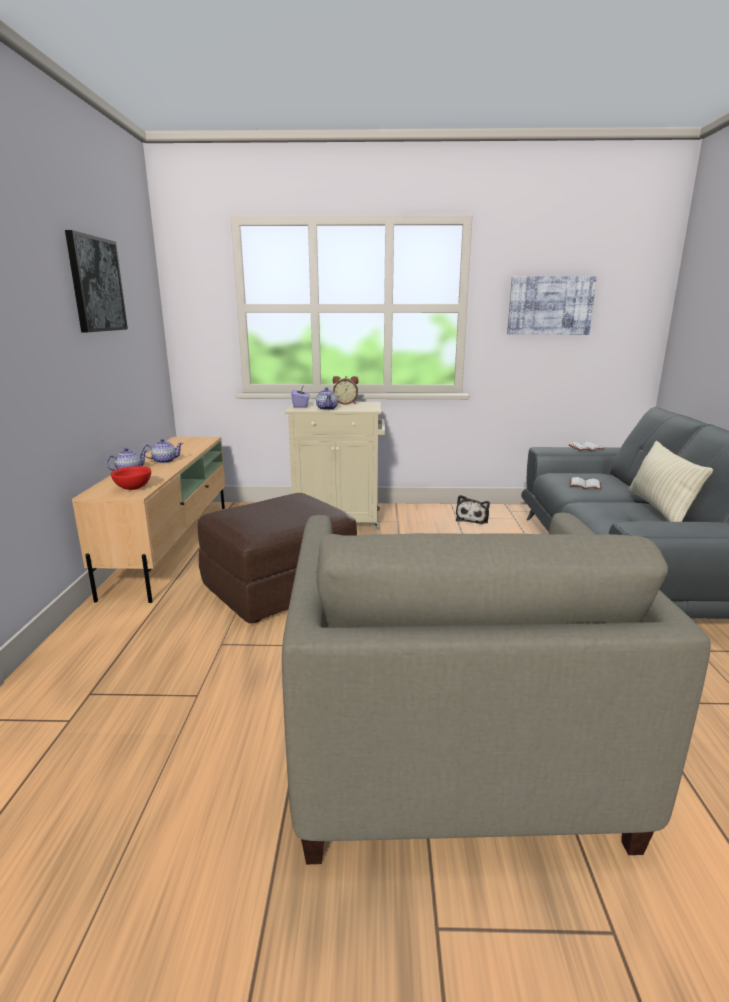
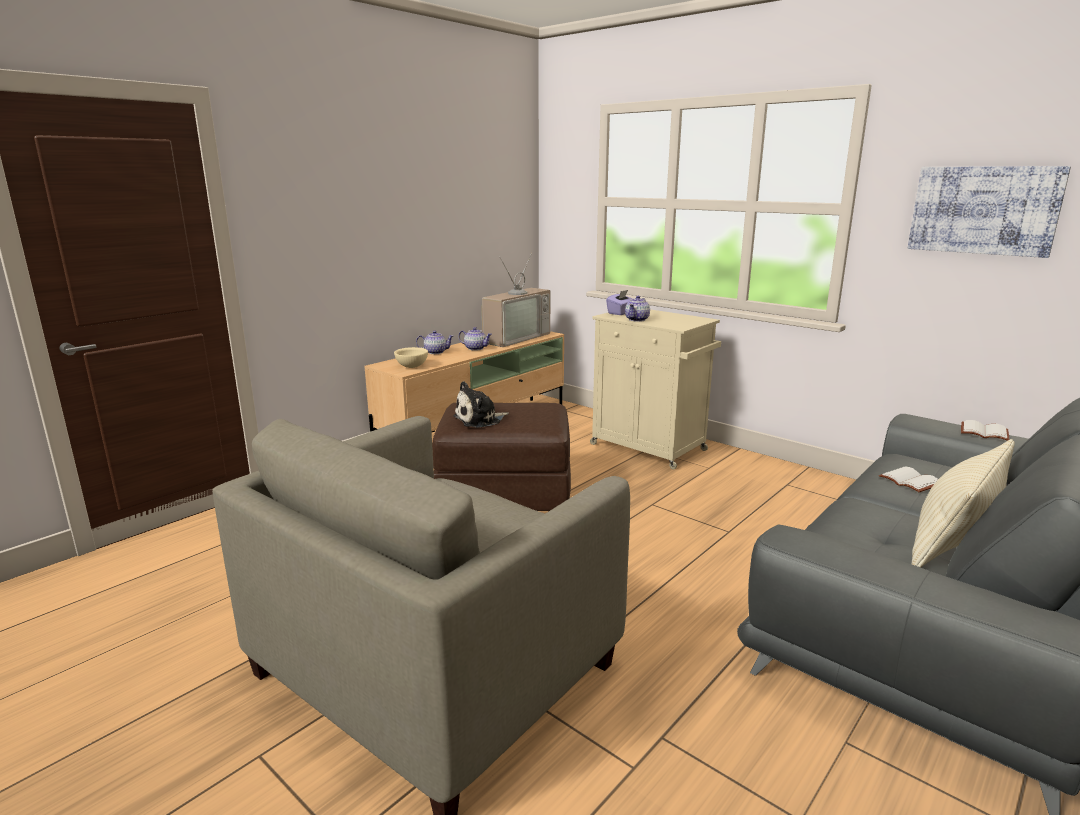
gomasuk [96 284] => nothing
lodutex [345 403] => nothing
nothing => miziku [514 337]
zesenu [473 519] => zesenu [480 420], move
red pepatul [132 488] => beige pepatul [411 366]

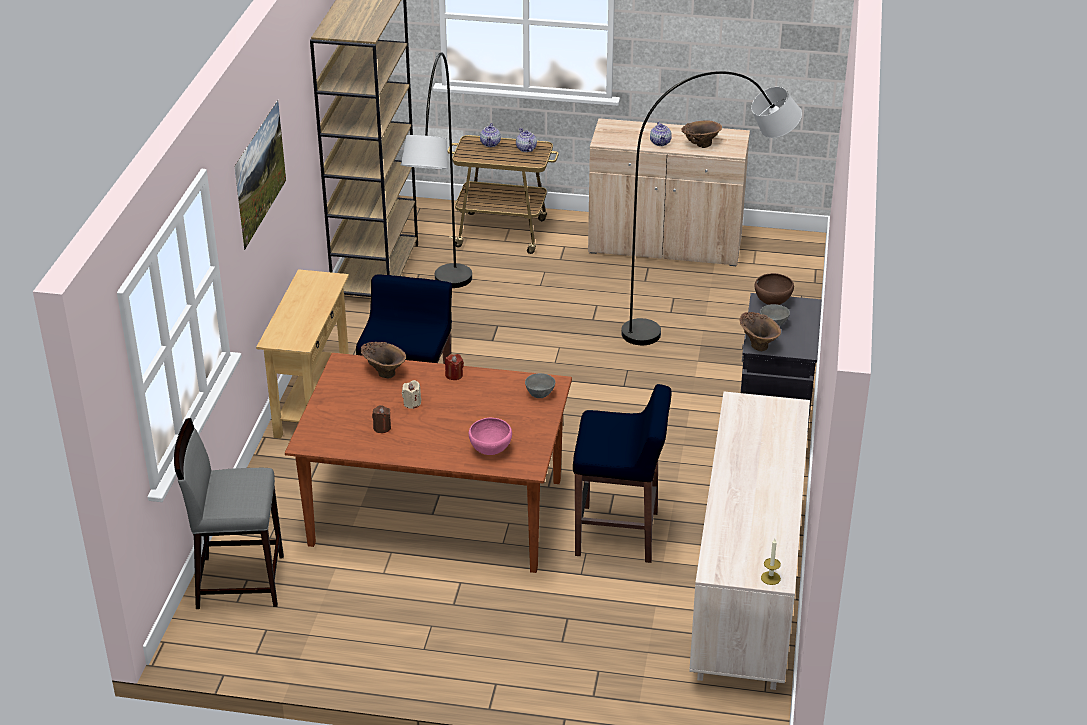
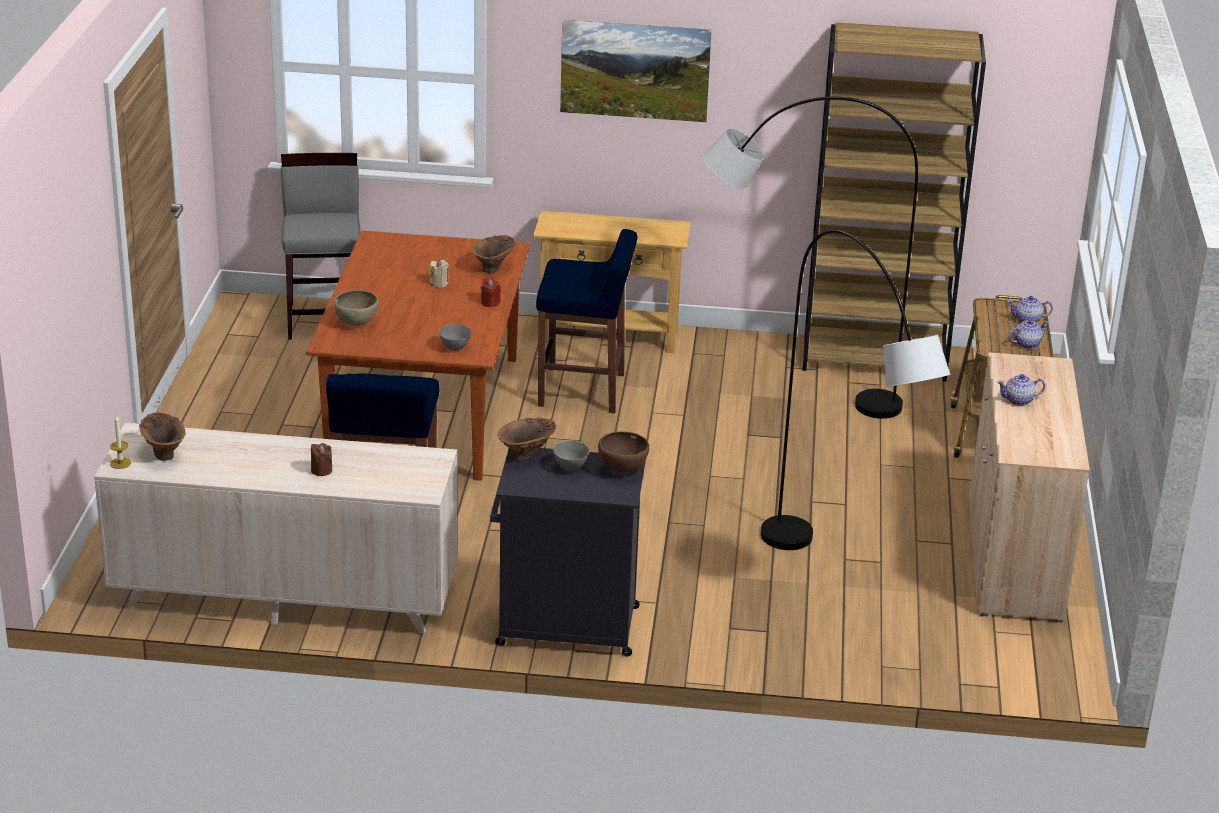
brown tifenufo [382 428] => brown tifenufo [321 470], move
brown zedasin [700 145] => brown zedasin [164 453], move
pink pepatul [490 450] => brown pepatul [357 324]

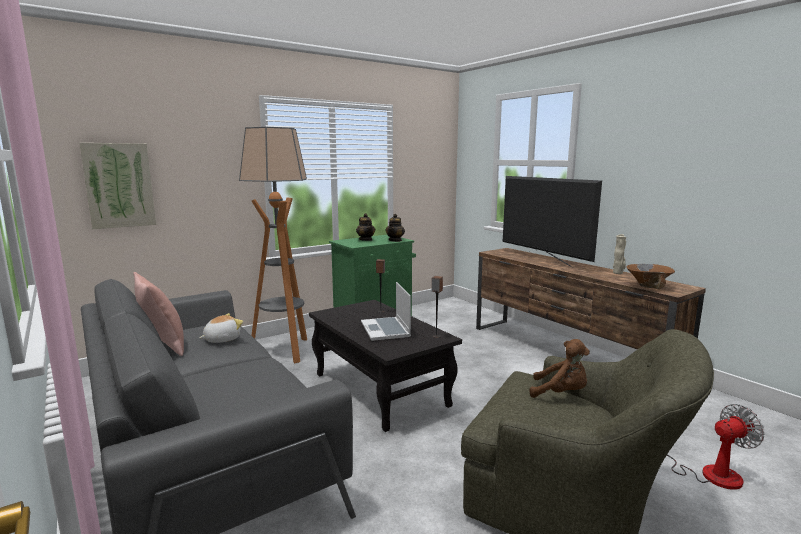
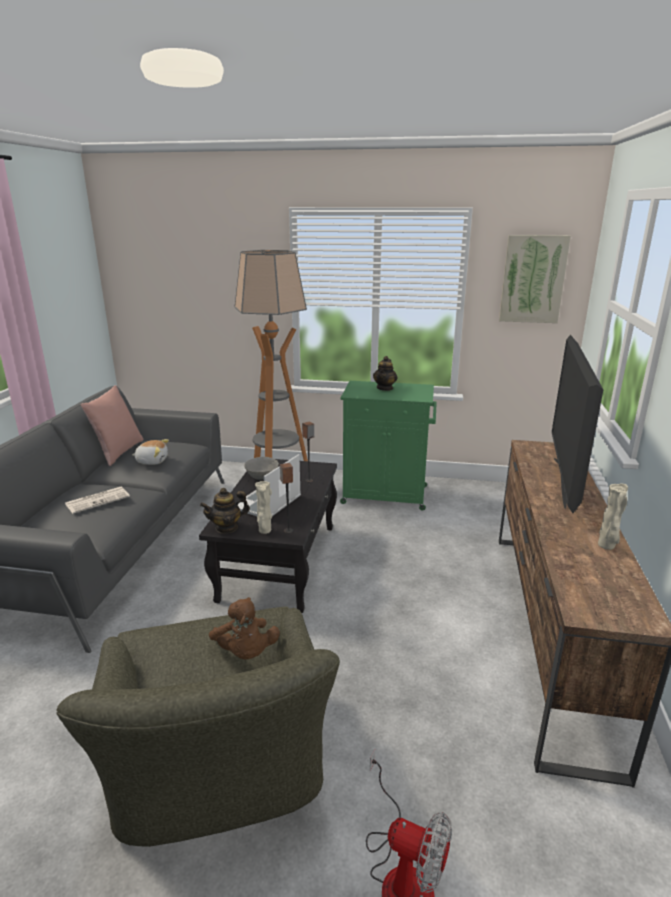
brown pepatul [648 286] => nothing
nothing => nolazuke [98 500]
nothing => grey pepatul [261 477]
nothing => beige zedasin [264 531]
gomasuk [119 185] => gomasuk [533 279], move
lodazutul [395 240] => lodazutul [226 527], move

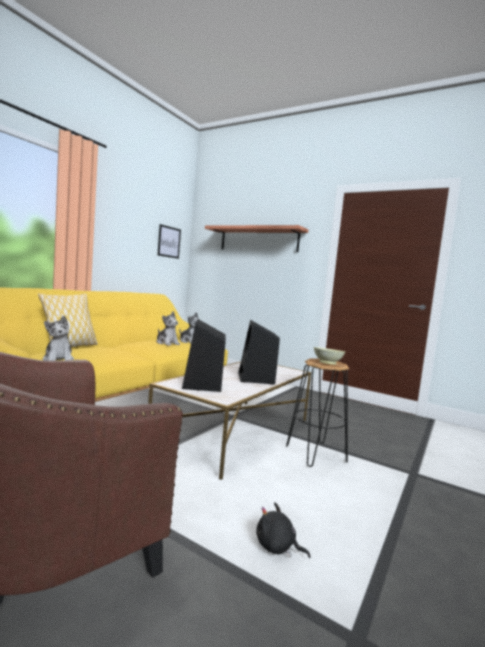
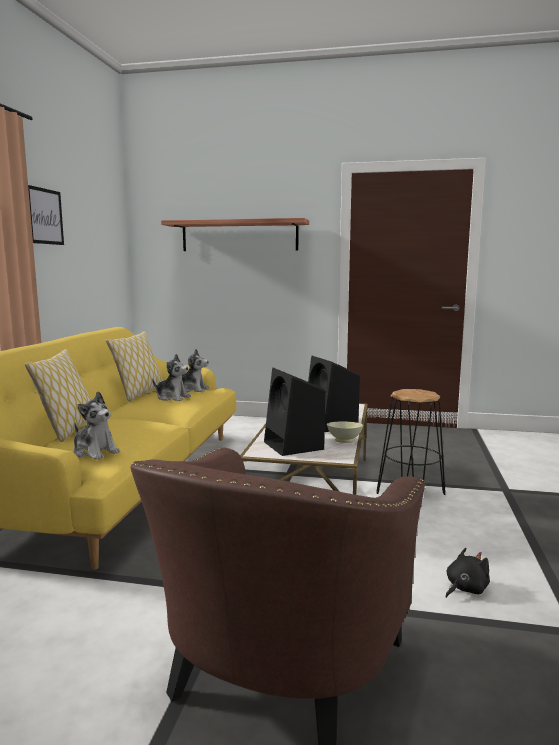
nothing => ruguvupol [139 394]
gomasuk [169 242] => gomasuk [44 216], move
beige pepatul [328 363] => beige pepatul [345 441], move
black zesenu [277 547] => black zesenu [465 589], 135 degrees clockwise

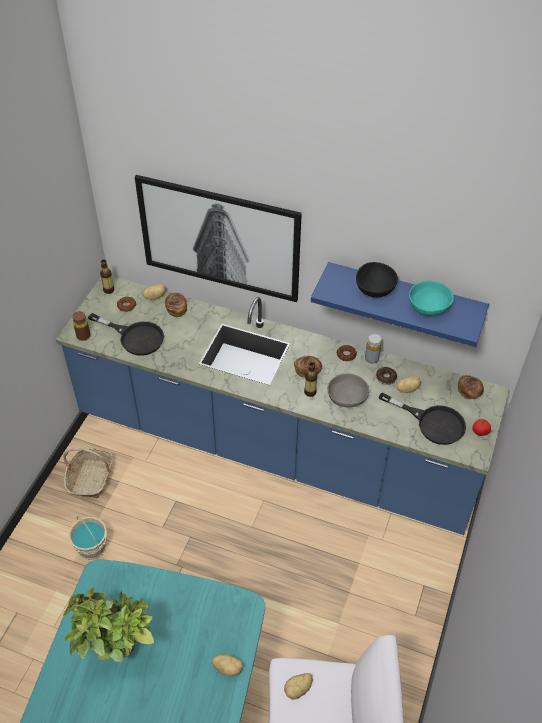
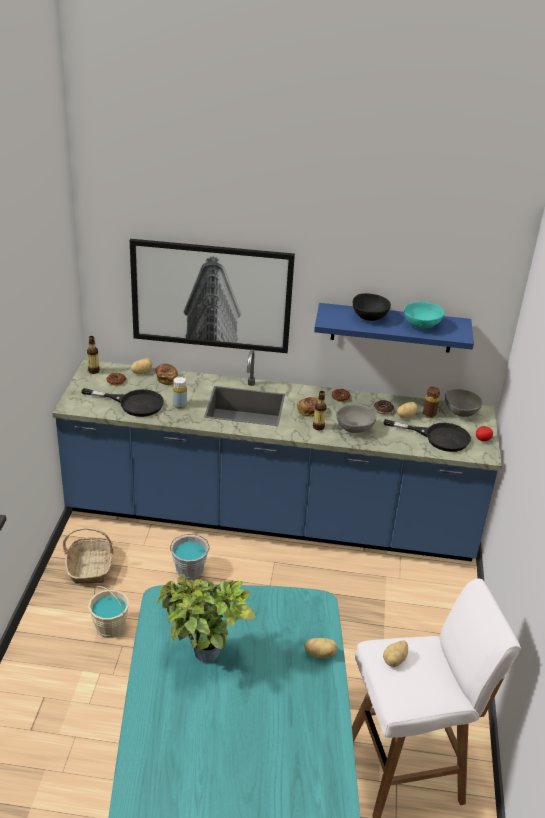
nothing => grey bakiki [189 570]
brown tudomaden [83 336] => brown tudomaden [429 414], move
yellow tudomaden [371 358] => yellow tudomaden [179 405], move
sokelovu [469 392] => grey pepatul [461 412]

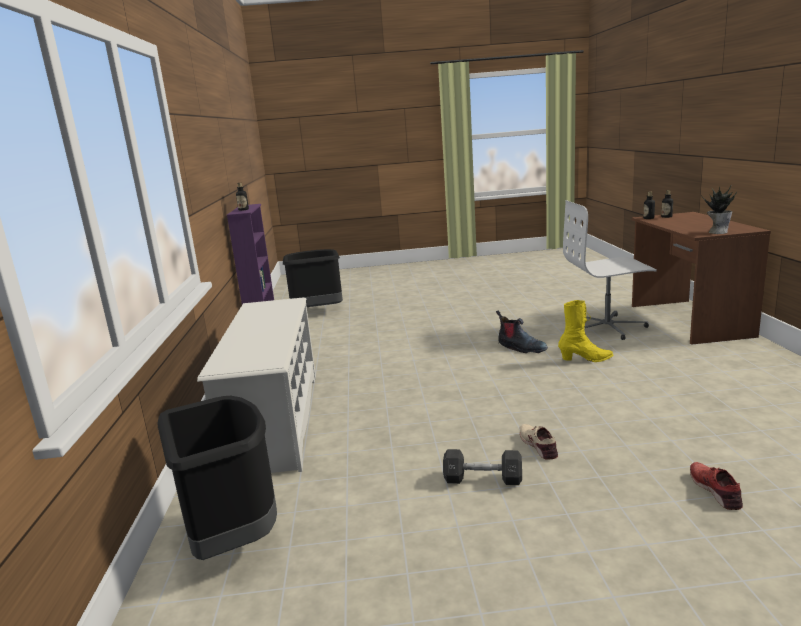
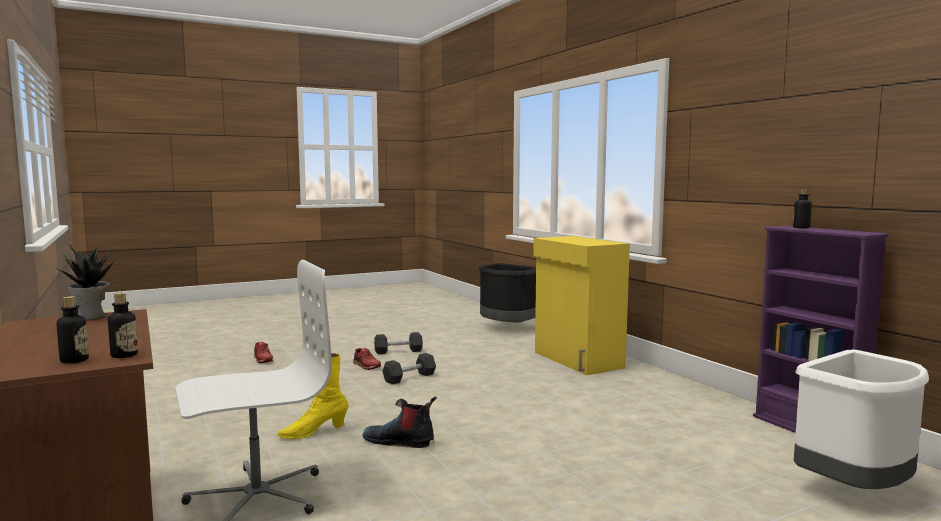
nothing => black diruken [409 378]
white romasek [275 420] => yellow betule [577 360]
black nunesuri [317 312] => white nunesuri [854 489]
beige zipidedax [539 445] => red zipidedax [366 365]

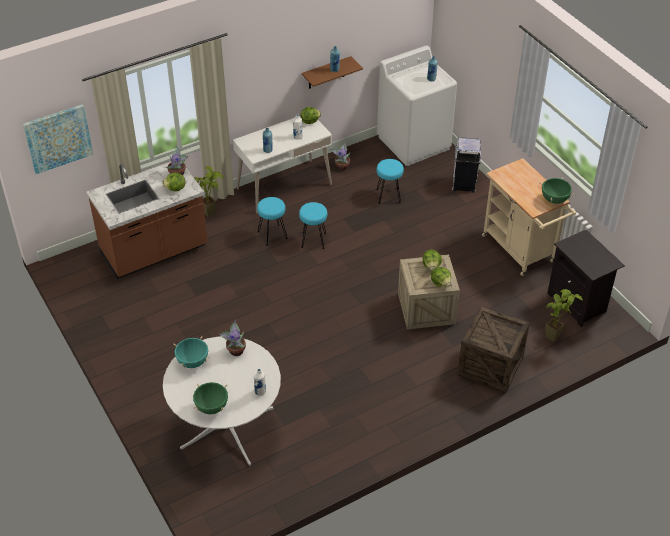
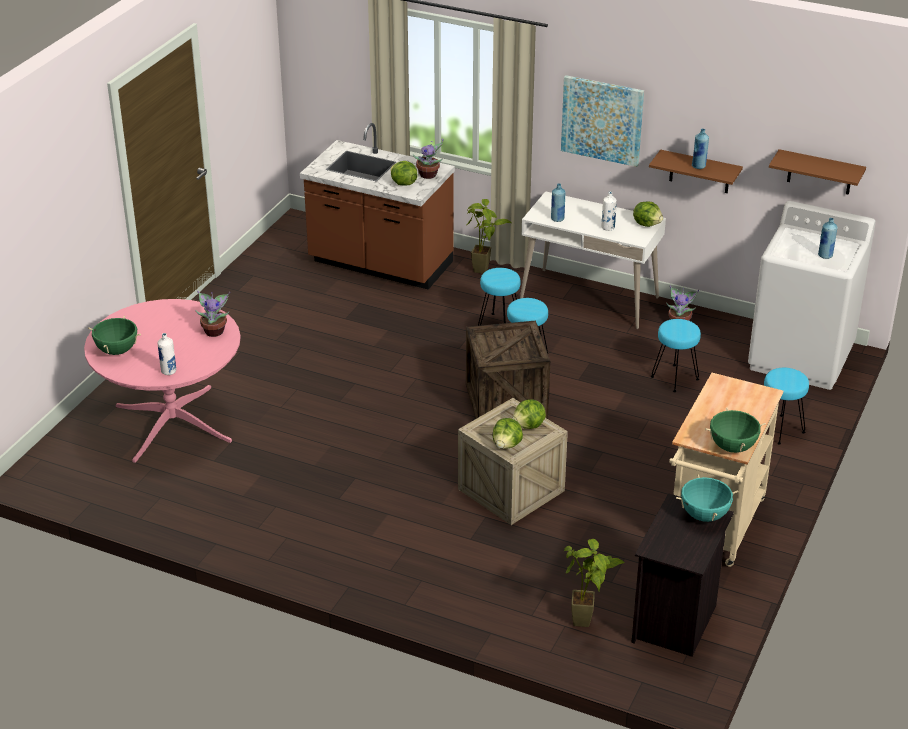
nothing => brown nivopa [820 172]
gomasuk [58 138] => gomasuk [602 120], move
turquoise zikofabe [193 362] => turquoise zikofabe [704 515], move
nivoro [490 365] => nivoro [506 401], move
white nunesuri [464 184] => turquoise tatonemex [779 429]
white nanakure [227 428] => pink nanakure [173 423]

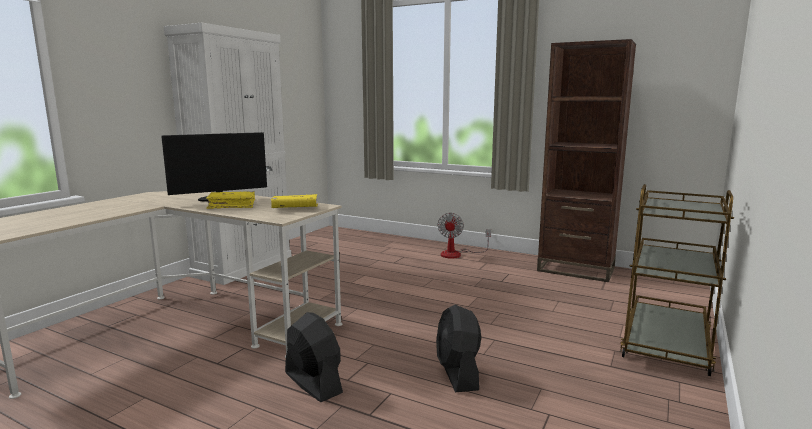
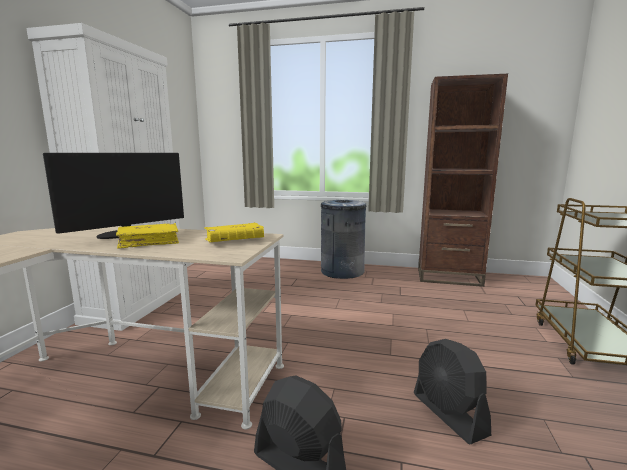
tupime [457 254] => grey nunesuri [342 271]

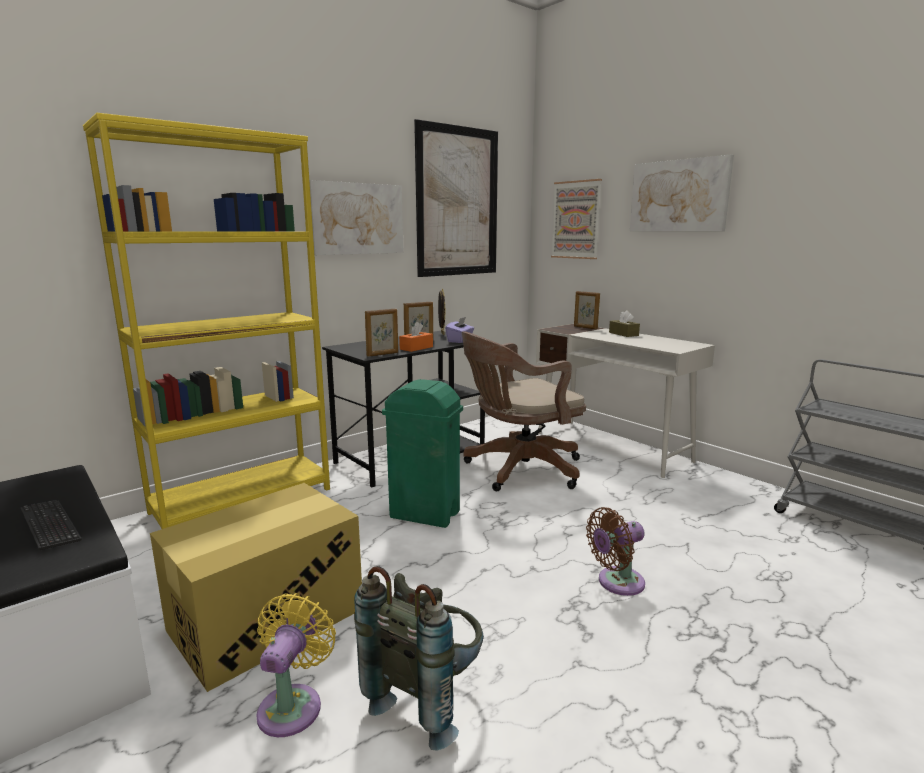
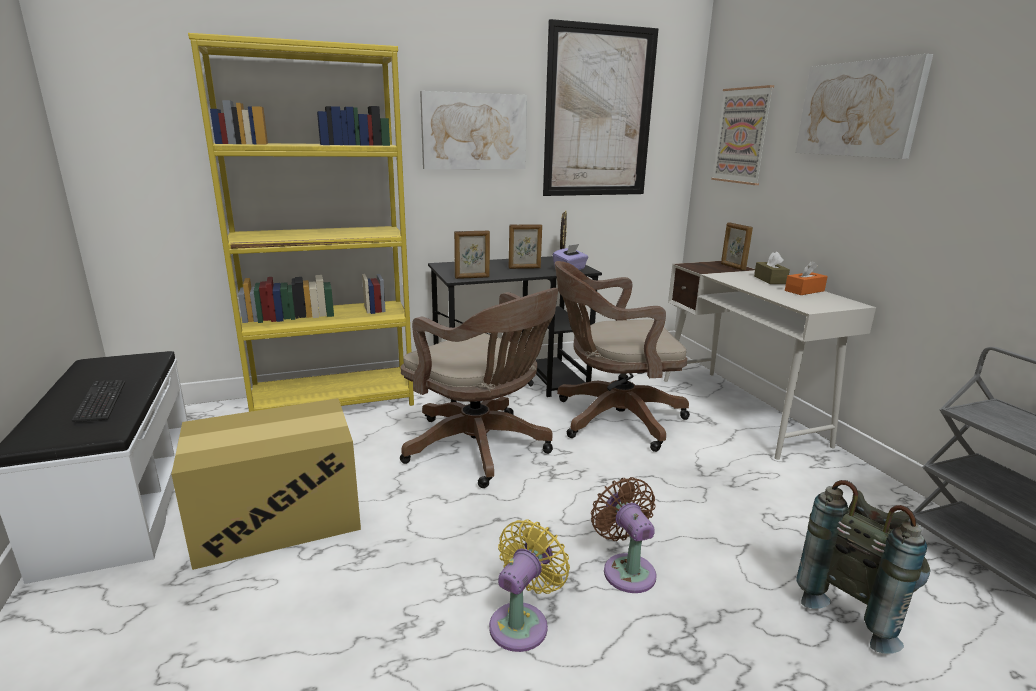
yellow tupime [293 704] => yellow tupime [522 622], move
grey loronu [428 696] => grey loronu [856 606], move
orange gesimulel [416 348] => orange gesimulel [804 291], move
green nunesuri [425 515] => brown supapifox [482 449]
brown tupime [616 583] => brown tupime [626 569], 75 degrees clockwise

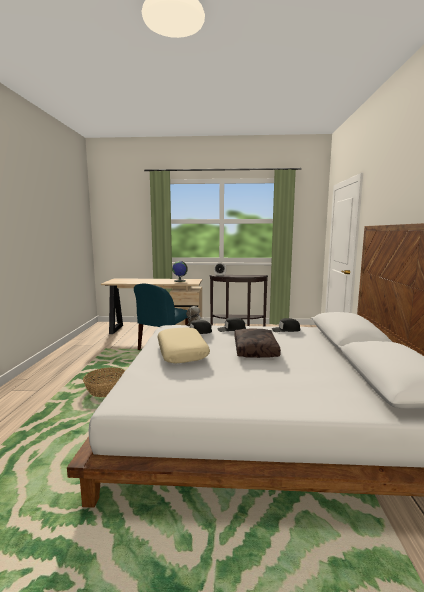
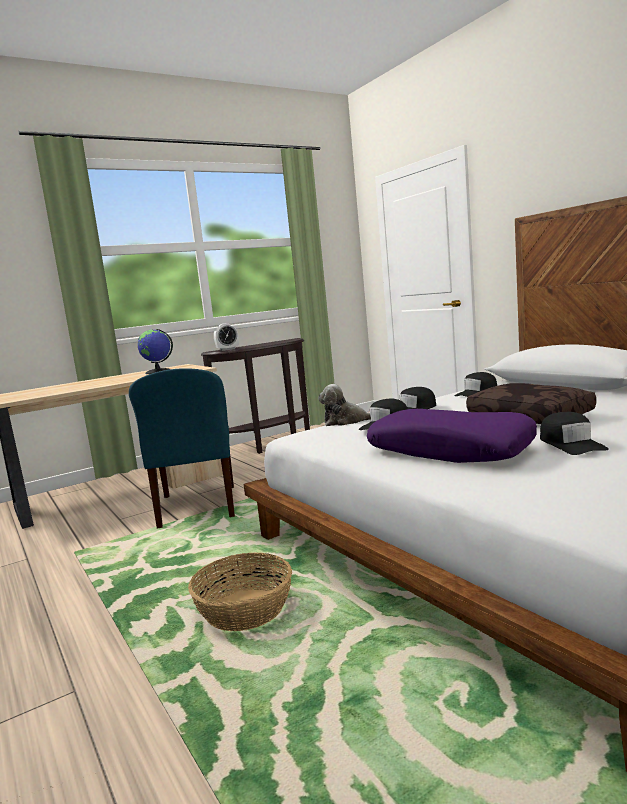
nothing => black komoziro [570 444]
beige ruguvupol [182 352] => purple ruguvupol [450 450]

